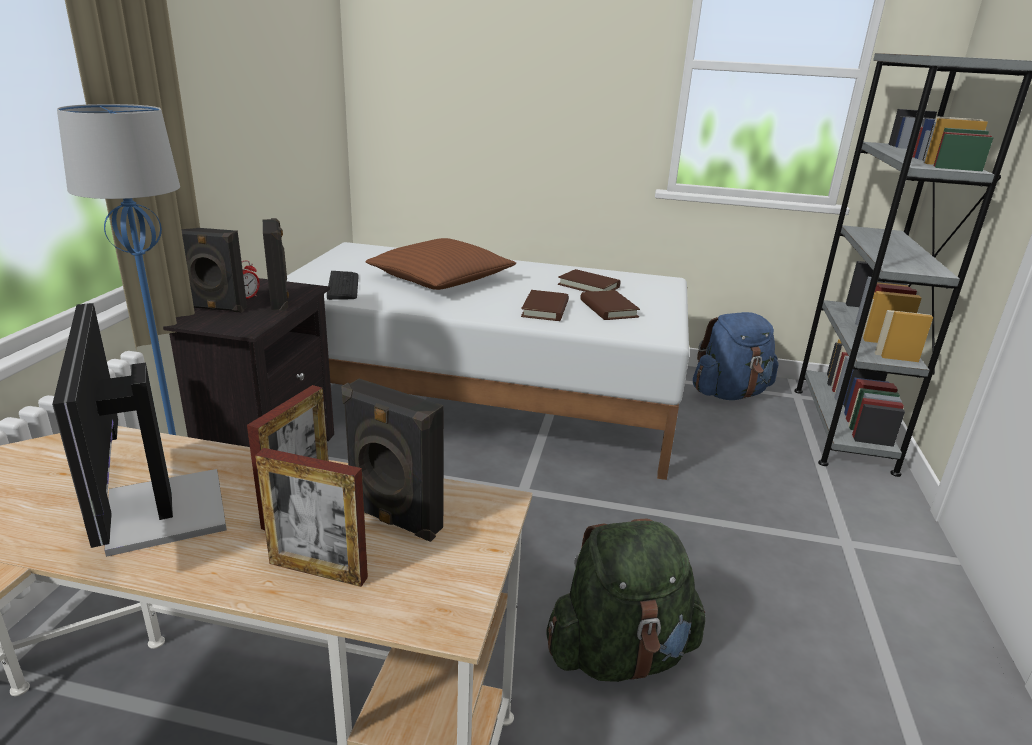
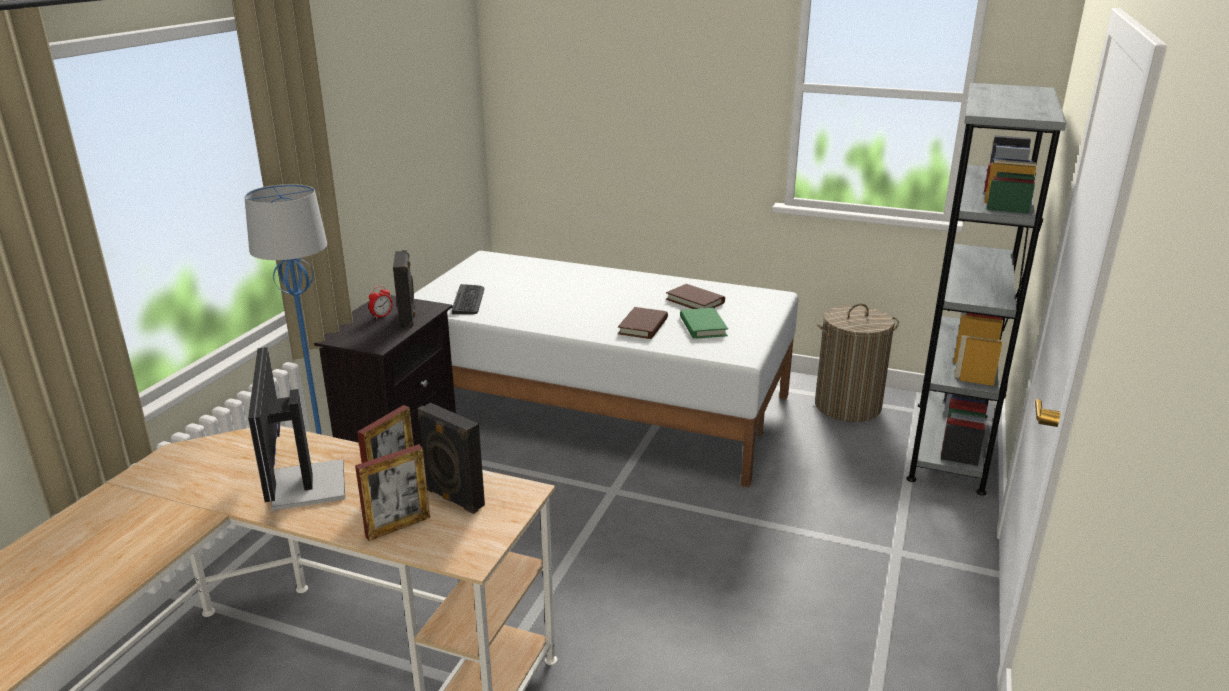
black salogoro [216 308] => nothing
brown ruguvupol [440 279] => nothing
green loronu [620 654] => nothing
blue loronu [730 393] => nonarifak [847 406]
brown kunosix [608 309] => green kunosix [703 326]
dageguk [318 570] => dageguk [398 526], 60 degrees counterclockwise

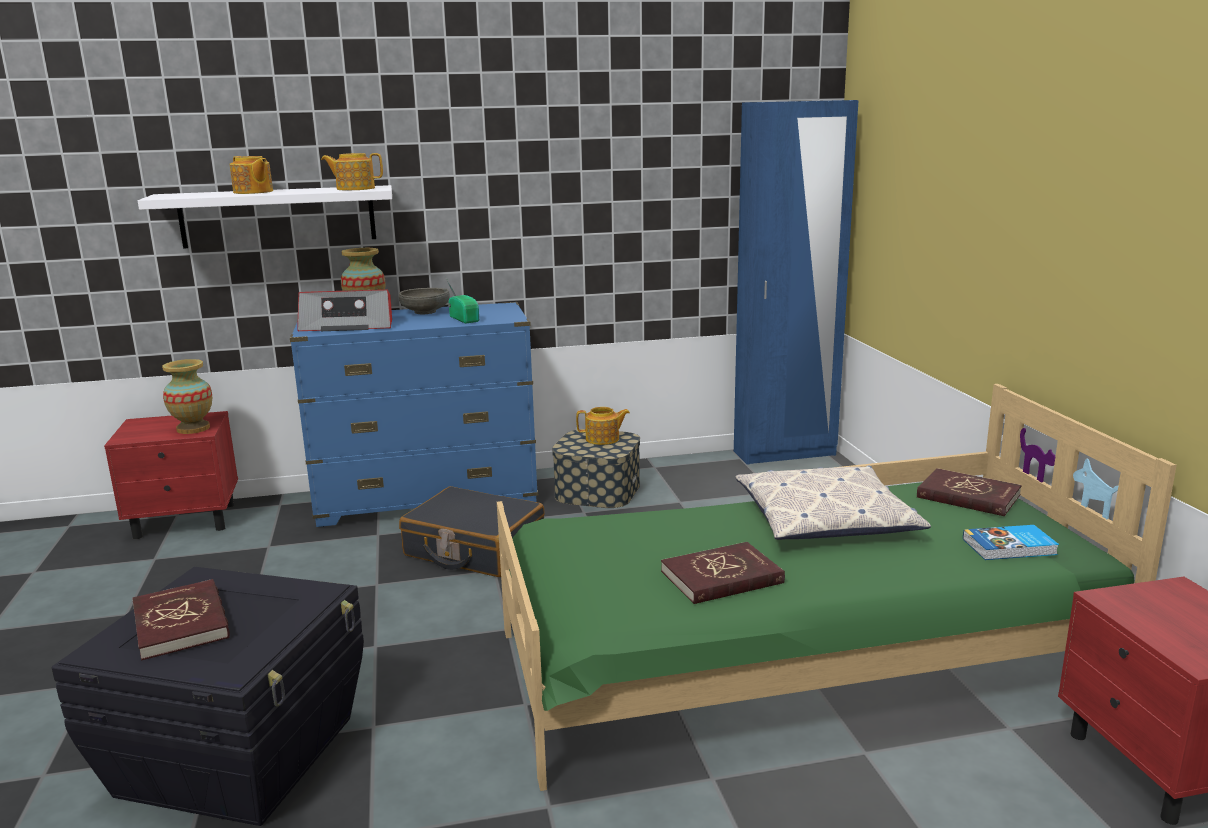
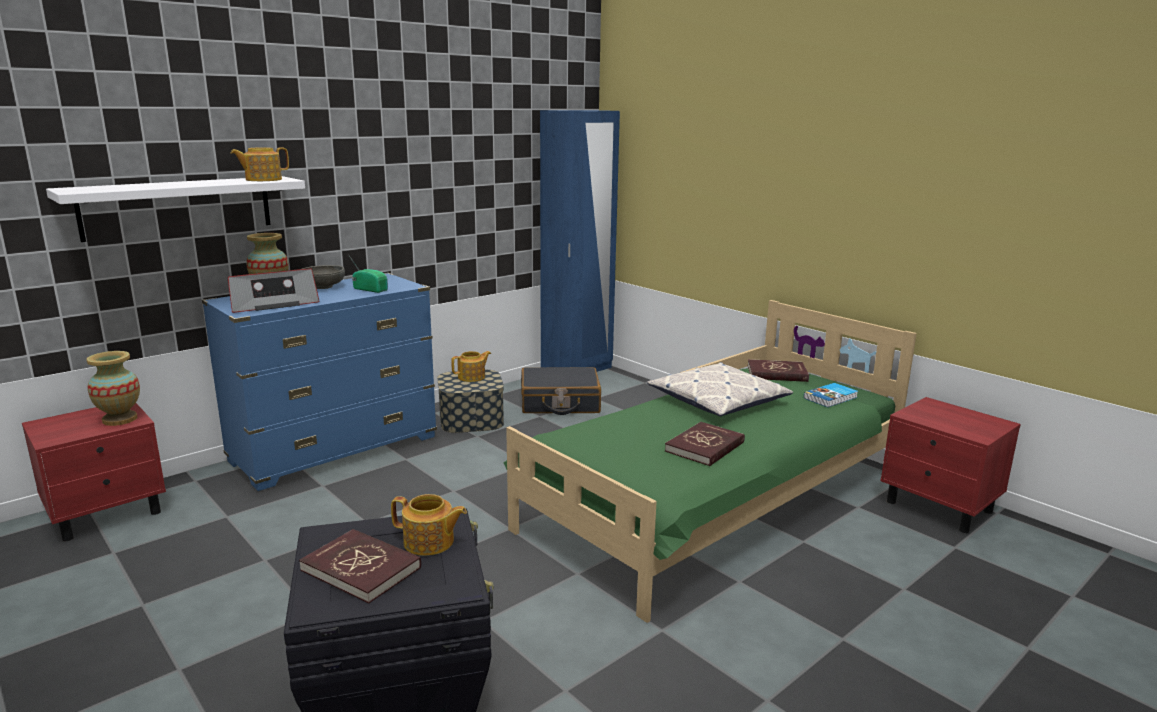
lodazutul [253 192] => lodazutul [429 542], move
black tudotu [474 549] => black tudotu [560 403], move

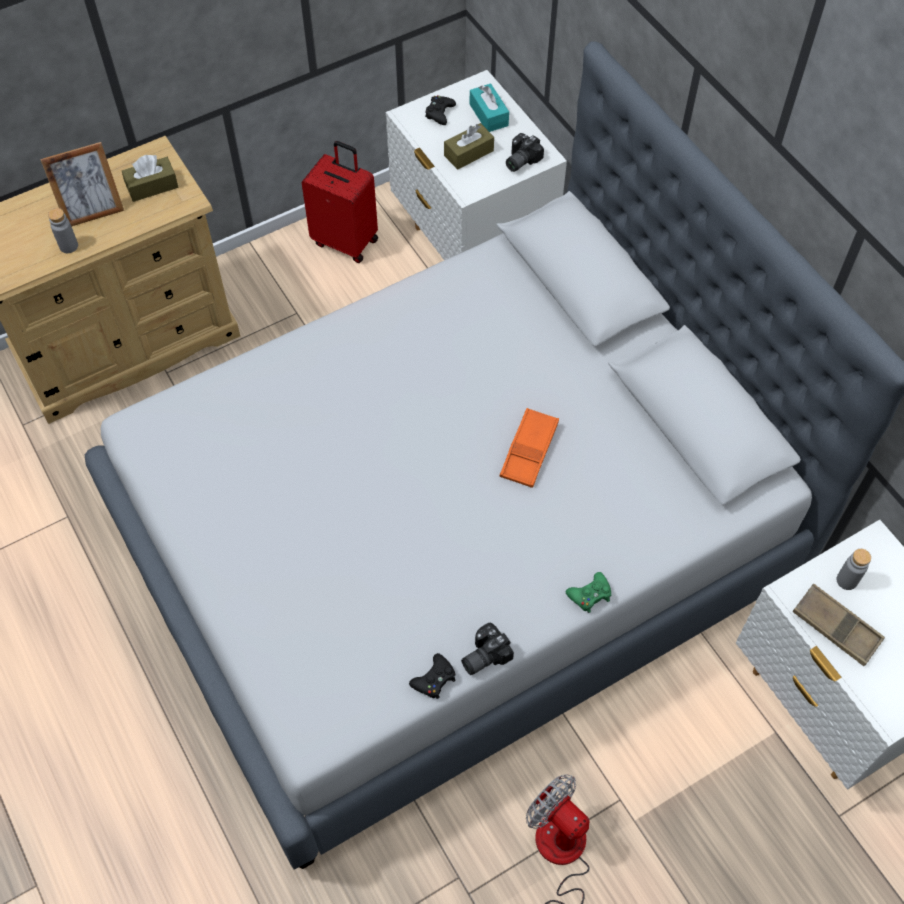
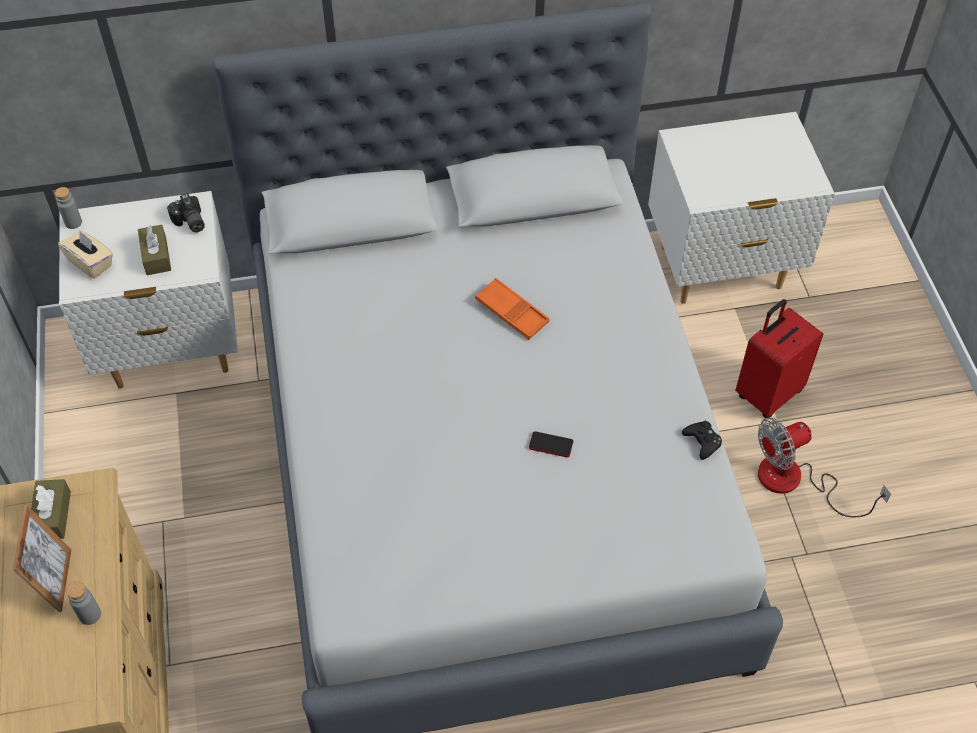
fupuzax [483 655] => nothing
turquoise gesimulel [488 115] => nothing
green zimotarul [590 595] => nothing
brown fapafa [836 627] => nothing
nothing => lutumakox [551 445]
red tudotu [346 241] => red tudotu [767 393], move
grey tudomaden [846 580] => grey tudomaden [73 222], move
black zimotarul [439 113] => beige gesimulel [91 263]

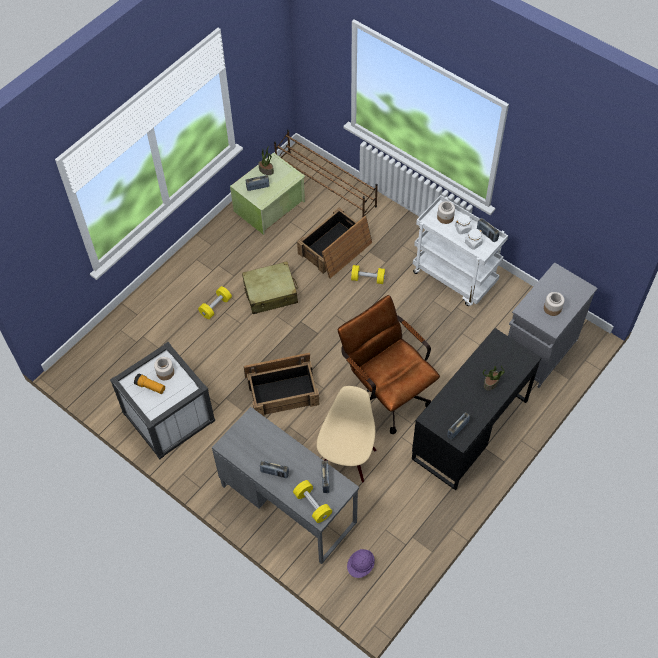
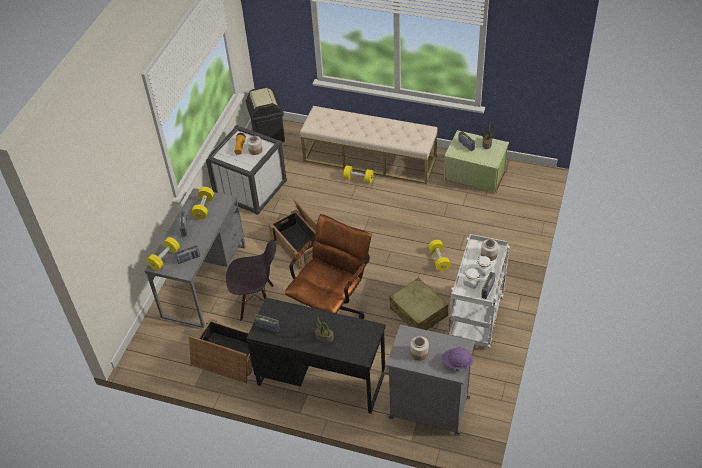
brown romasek [325 185] => nothing
nothing => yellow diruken [203 208]
nothing => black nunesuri [268 136]
nothing => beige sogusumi [370 159]
beige tudotu [271 293] => beige tudotu [418 312], move
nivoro [335 249] => nivoro [227 356], move
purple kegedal [360 566] => purple kegedal [457 363], move
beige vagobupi [347 459] => black vagobupi [257 303]

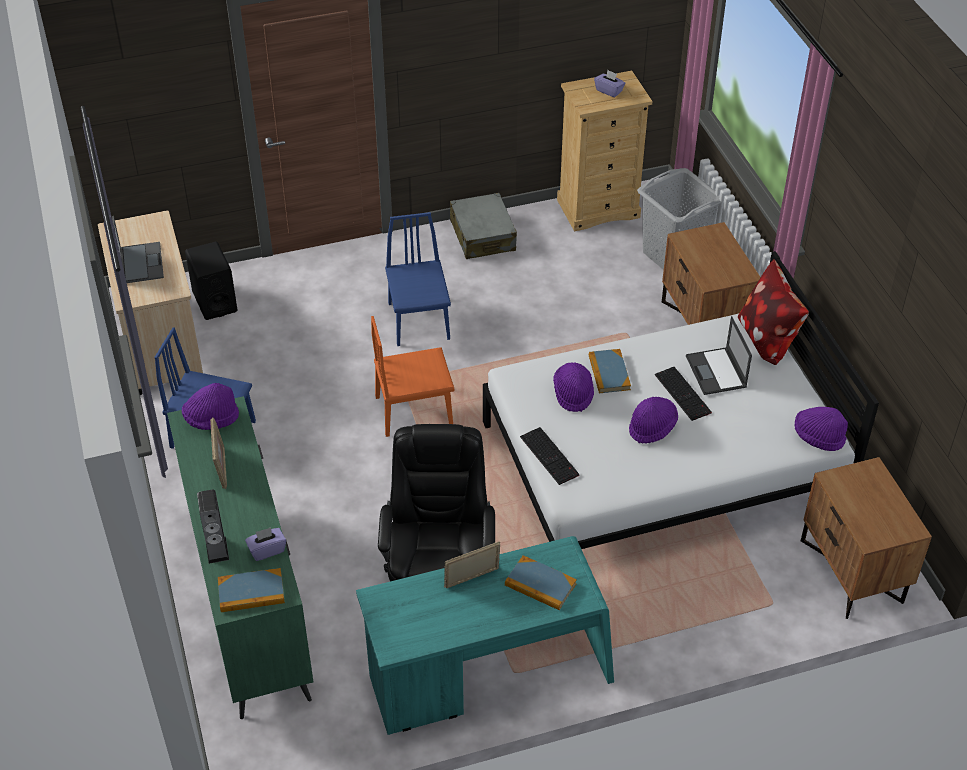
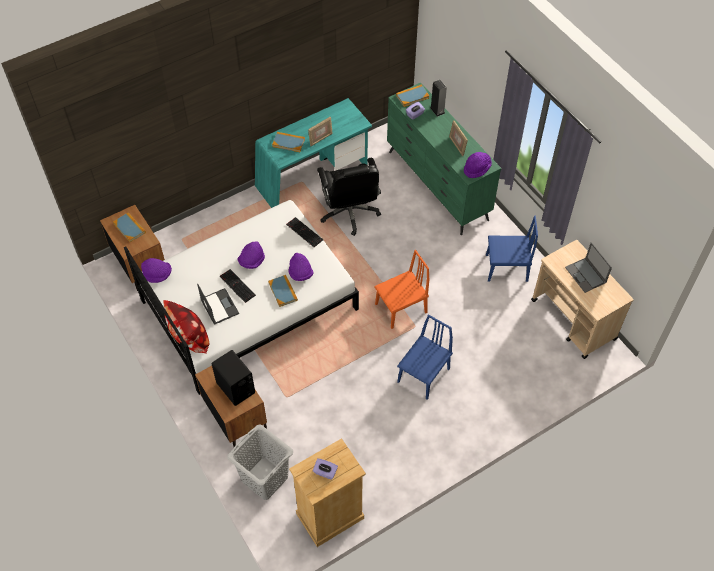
grey tudotu [482 235] => nothing
nothing => kunosix [129 228]
black salogoro [214 301] => black salogoro [236 388], move
blue vagobupi [419 321] => blue vagobupi [423 375], 120 degrees counterclockwise

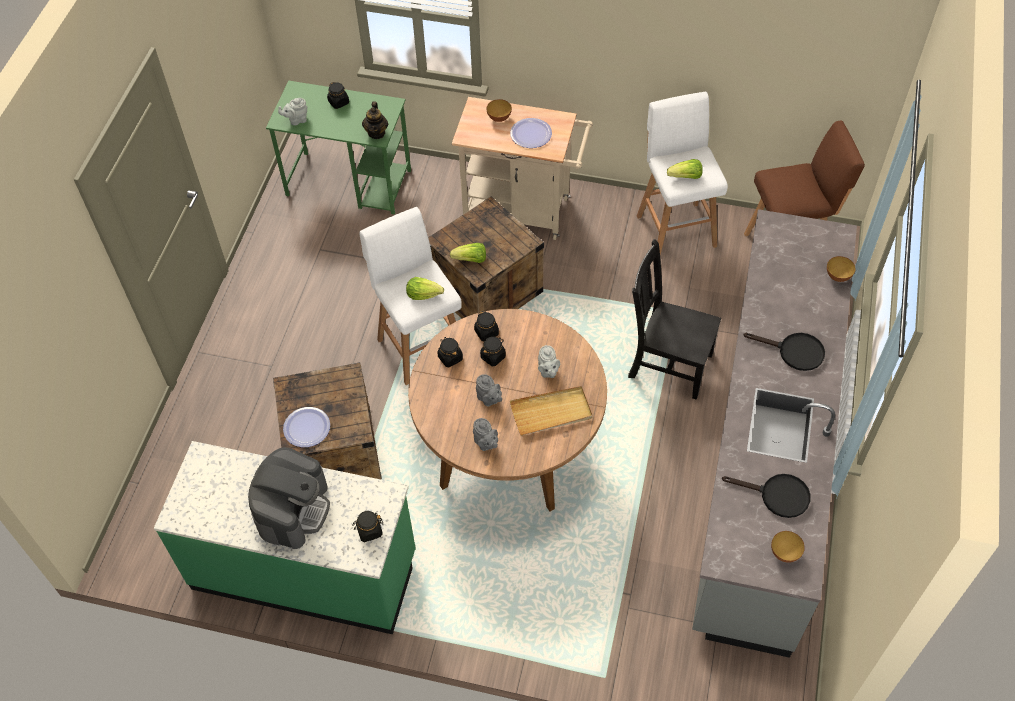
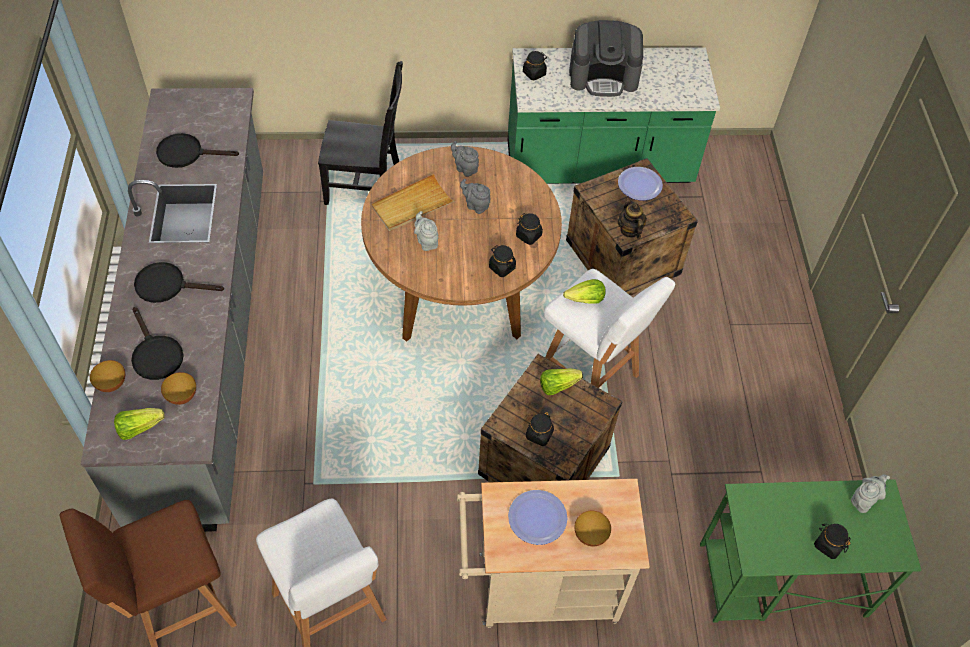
nothing => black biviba [155 354]
lodazutul [376 133] => lodazutul [629 230], move
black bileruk [493 357] => black bileruk [539 435], move
black vagobupi [667 364] => black vagobupi [366 186], move
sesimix [686 177] => sesimix [139 428], move
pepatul [784 553] => pepatul [182 396], move
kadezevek [293 509] => kadezevek [603 76], 90 degrees counterclockwise

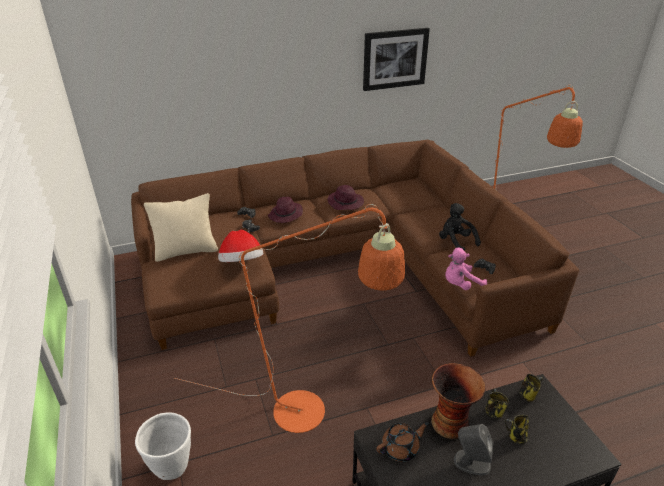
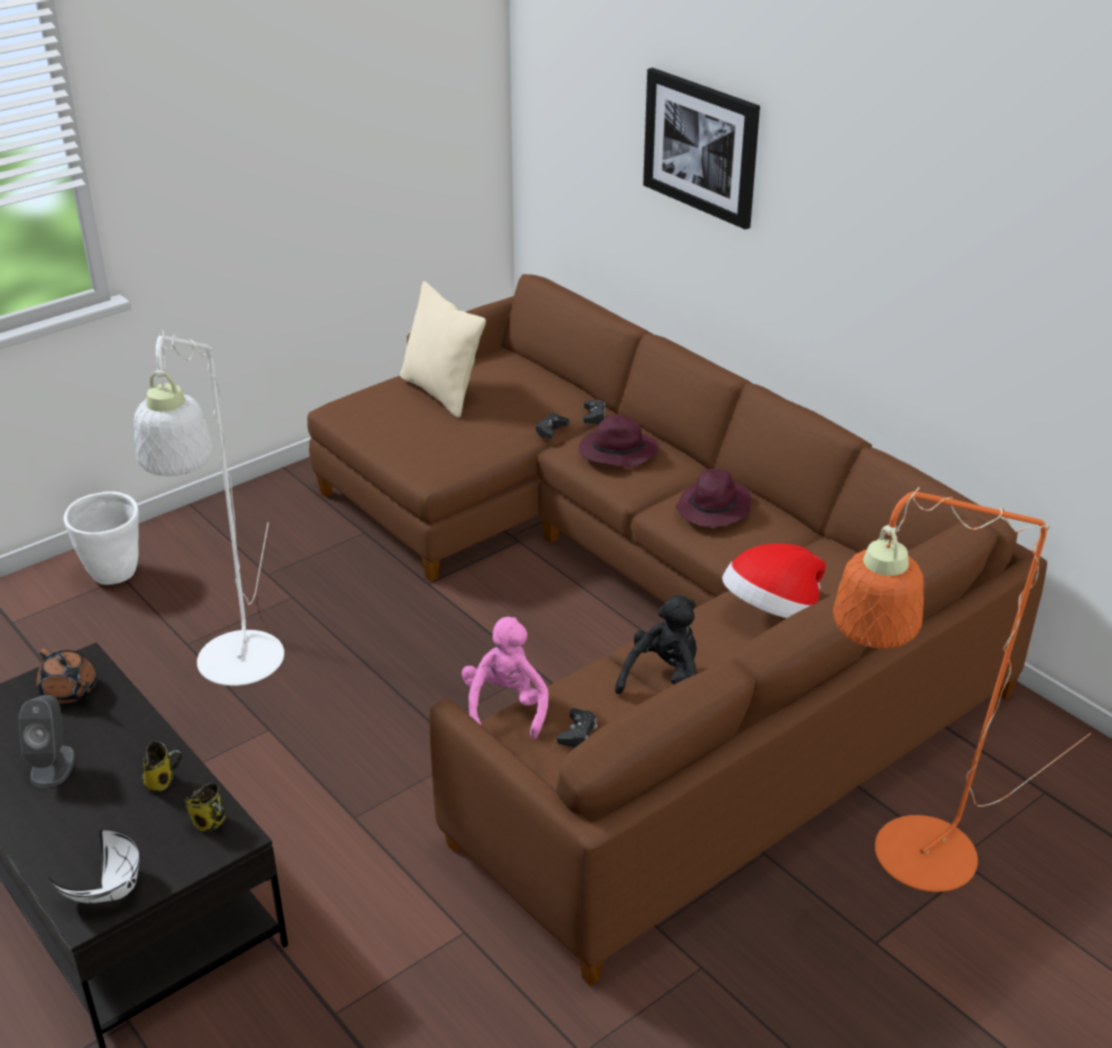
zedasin [450 422] => nothing
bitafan [516 437] => nothing
nothing => white pepatul [109 890]
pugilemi [242 263] => pugilemi [771 612], move
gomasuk [395 59] => gomasuk [701 146], move
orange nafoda [312 414] => white nafoda [238 673]
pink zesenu [460 285] => pink zesenu [506 708], 45 degrees clockwise

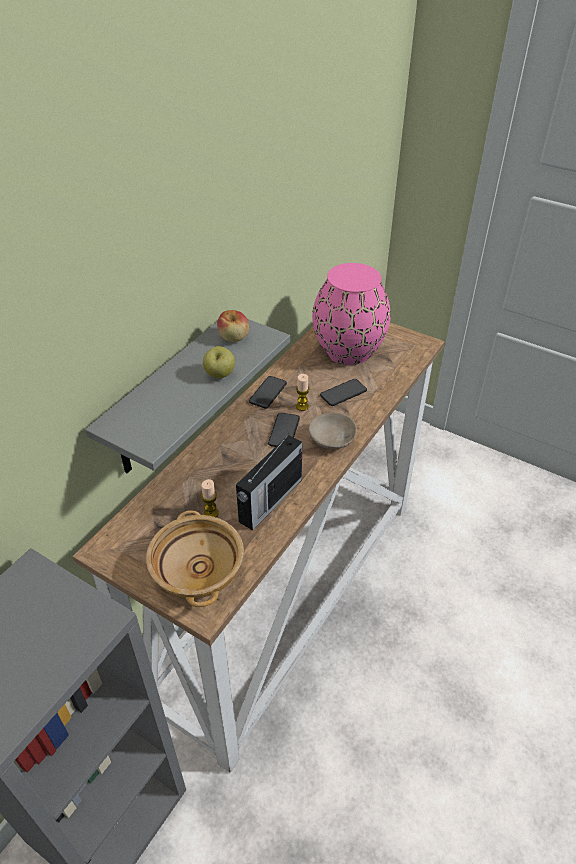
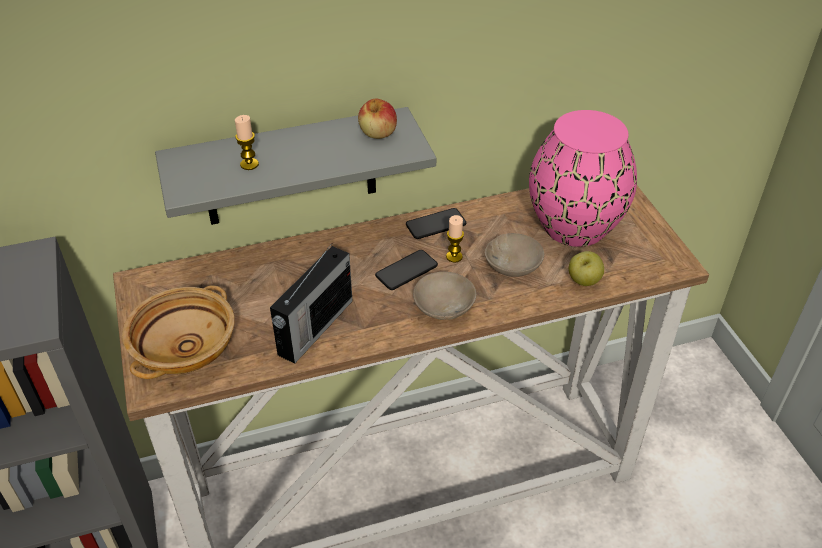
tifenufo [211 513] => tifenufo [249 164], move
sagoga [220 375] => sagoga [584 281], move
lutumakox [343 393] => beige pepatul [513 267]
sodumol [269 501] => sodumol [314 328], 45 degrees counterclockwise

